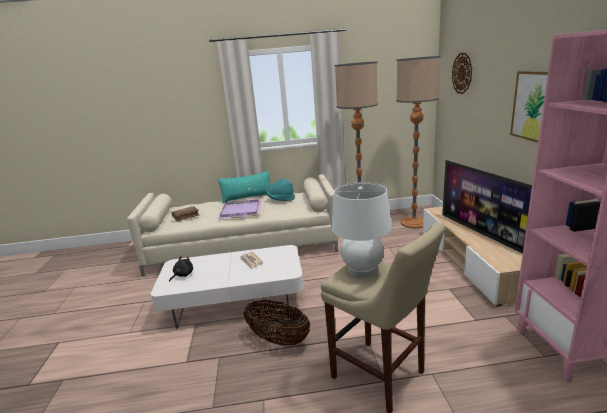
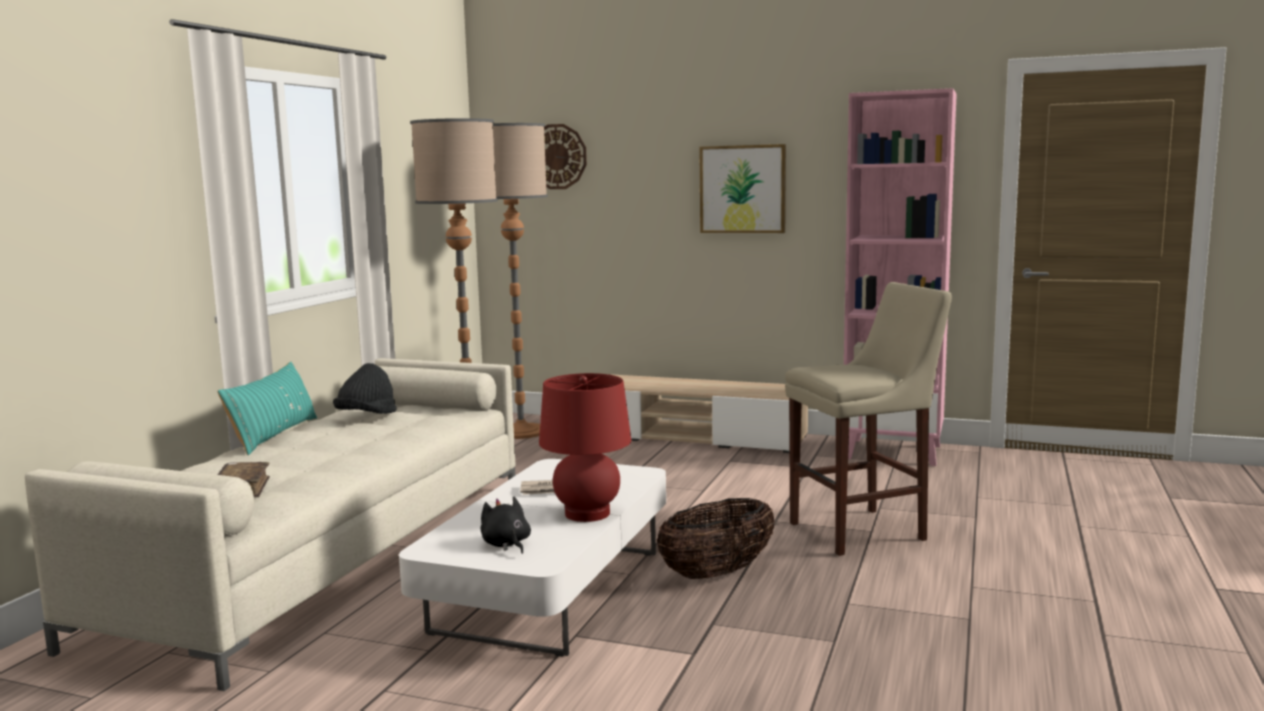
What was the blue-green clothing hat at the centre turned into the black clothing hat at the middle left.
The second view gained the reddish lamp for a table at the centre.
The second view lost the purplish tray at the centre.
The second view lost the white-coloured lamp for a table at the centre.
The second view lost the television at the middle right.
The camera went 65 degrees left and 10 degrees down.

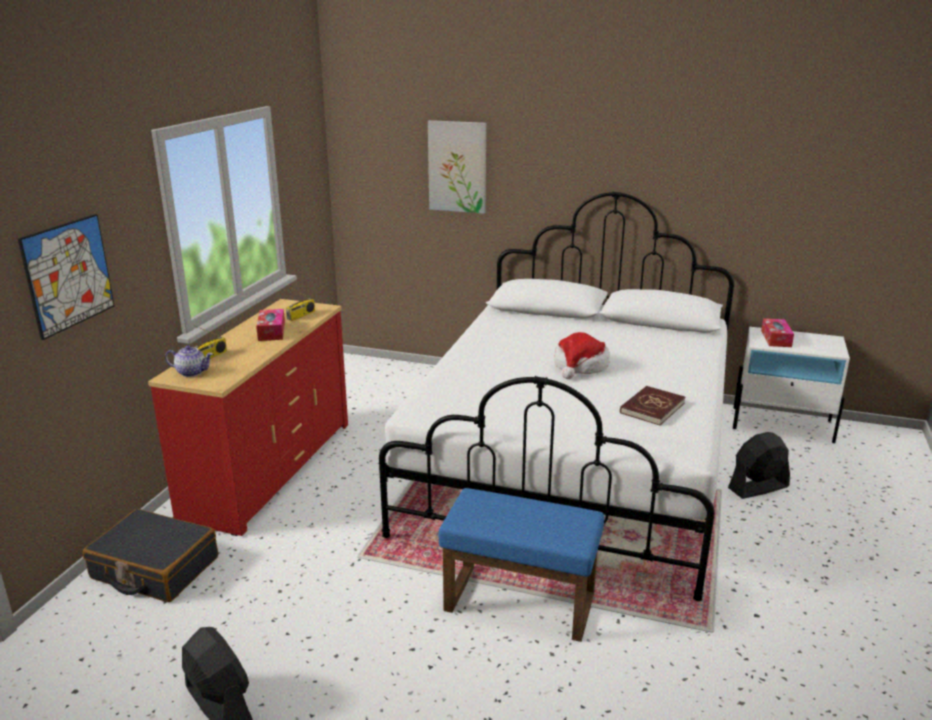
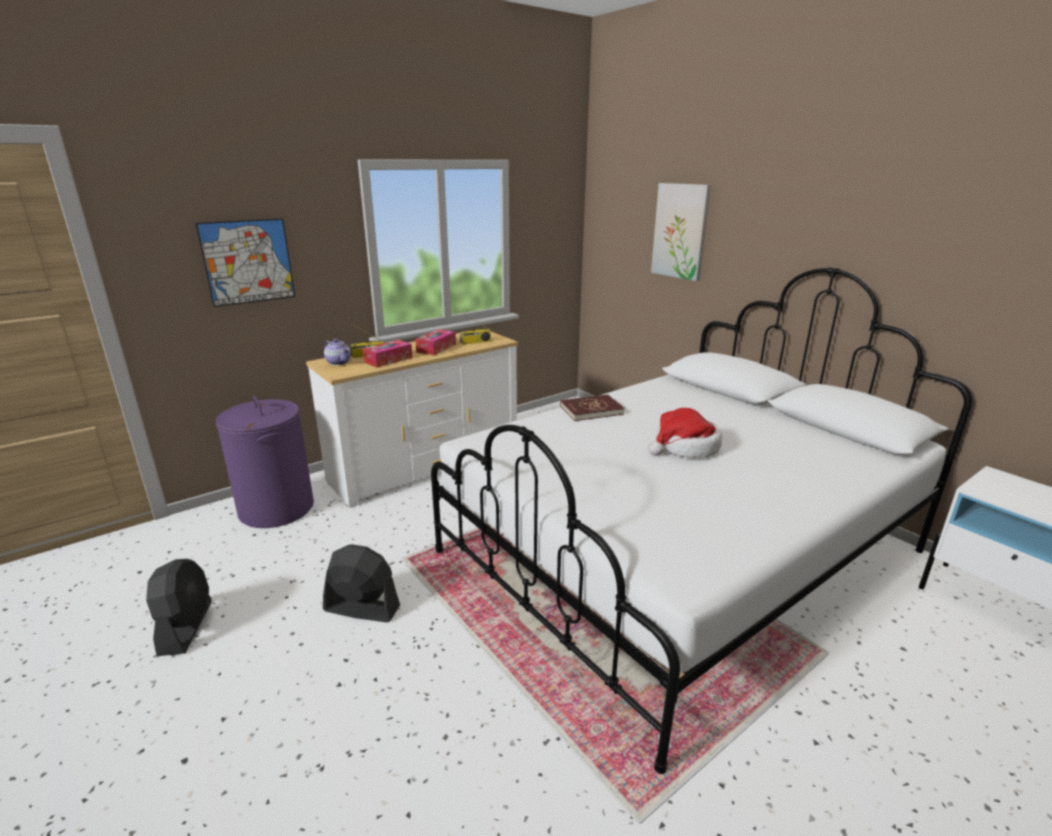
Where the black piece of luggage stood at the bottom left, the purplish laundry basket came to stand at the middle left.
What was the reddish drawer chest at the middle left turned into the white-coloured drawer chest at the centre.
The black cooling fan (2nd from left) ended up elsewhere, having gone from the middle right to the bottom centre.
The tissue box (2nd from left in the first image) ended up elsewhere, having gone from the middle right to the centre.
The reddish book ended up elsewhere, having gone from the middle right to the centre.
The second view lost the blue pouffe at the bottom centre.
The camera went 35 degrees right and 0 degrees up.

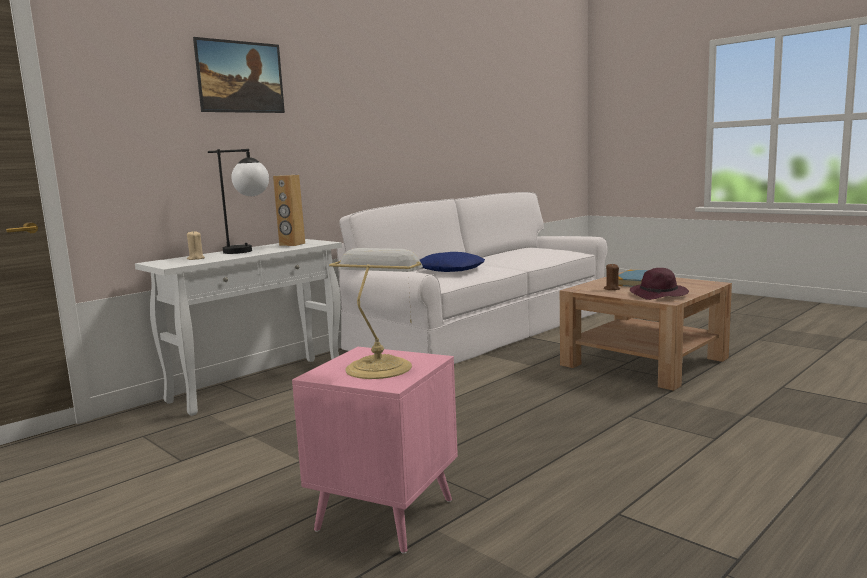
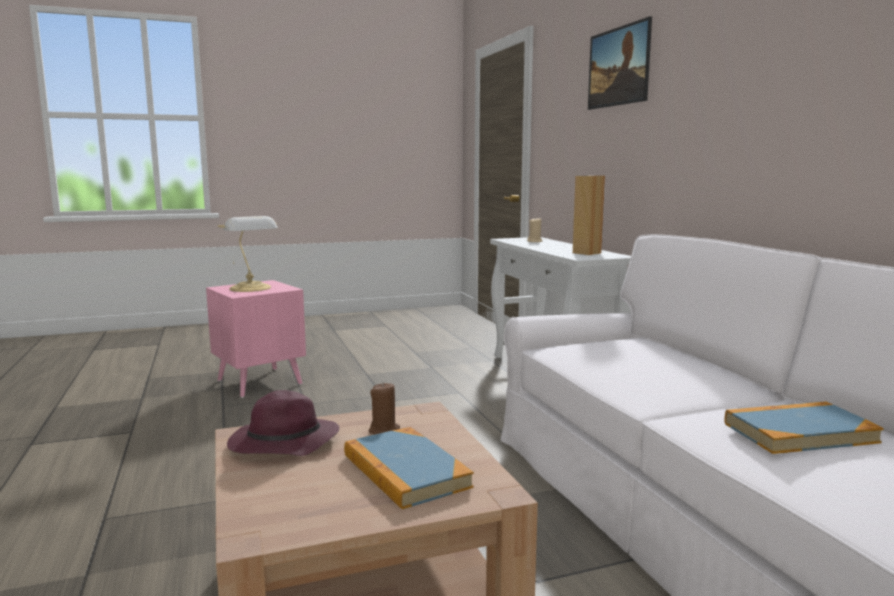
The second view gained the book (2nd from left) at the bottom right.
The second view lost the lamp for a table (1st from left) at the middle left.
The second view lost the blue pillow at the centre.
The camera went 115 degrees right and 0 degrees up.

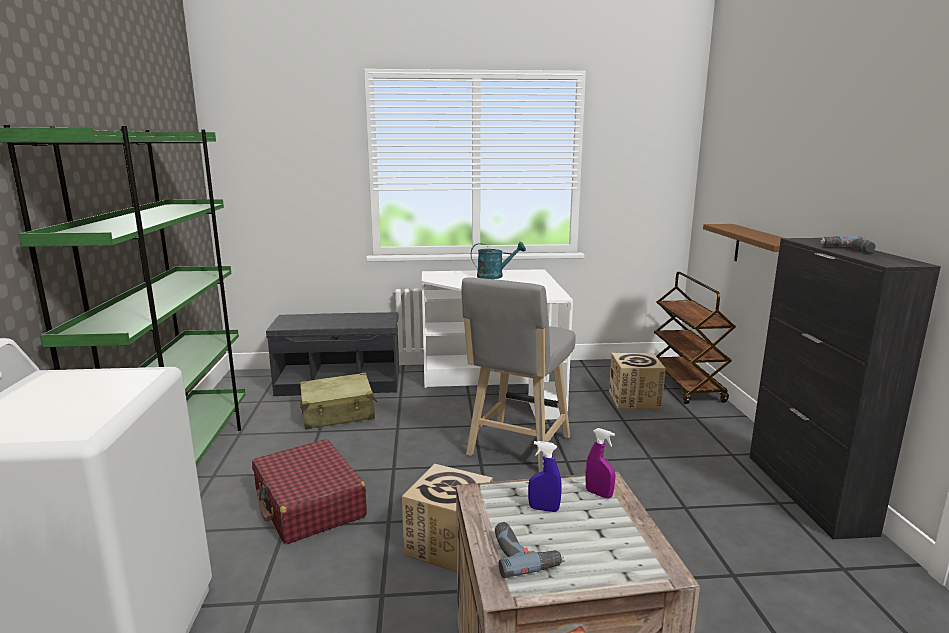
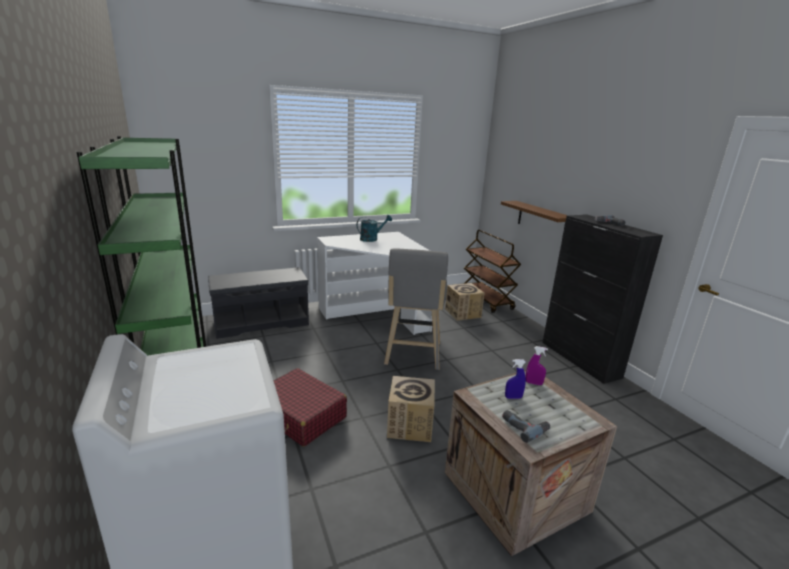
The second view lost the beige piece of luggage at the centre.
The camera went 20 degrees left and 5 degrees up.

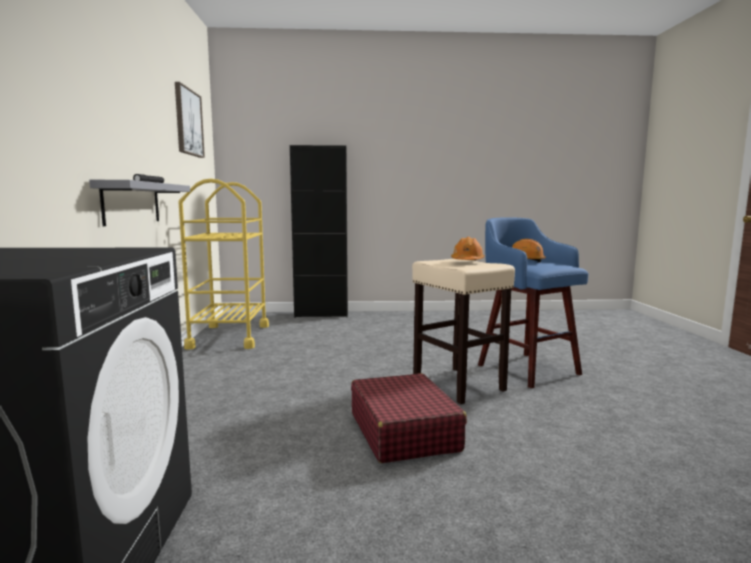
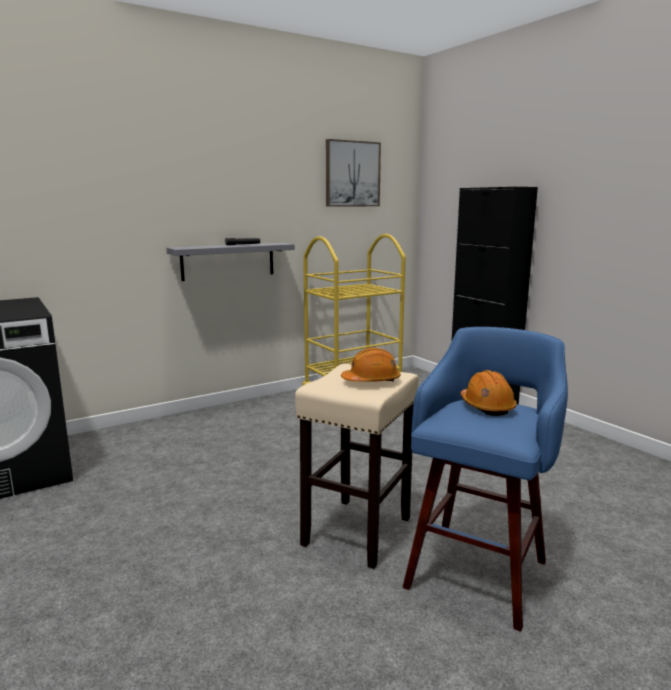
The second view lost the reddish piece of luggage at the bottom centre.
The camera went 60 degrees right and 5 degrees up.

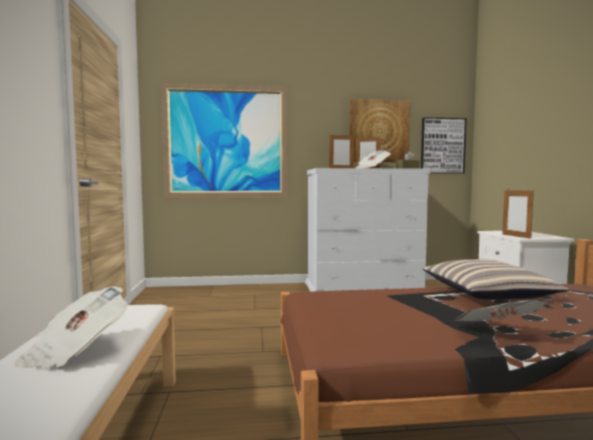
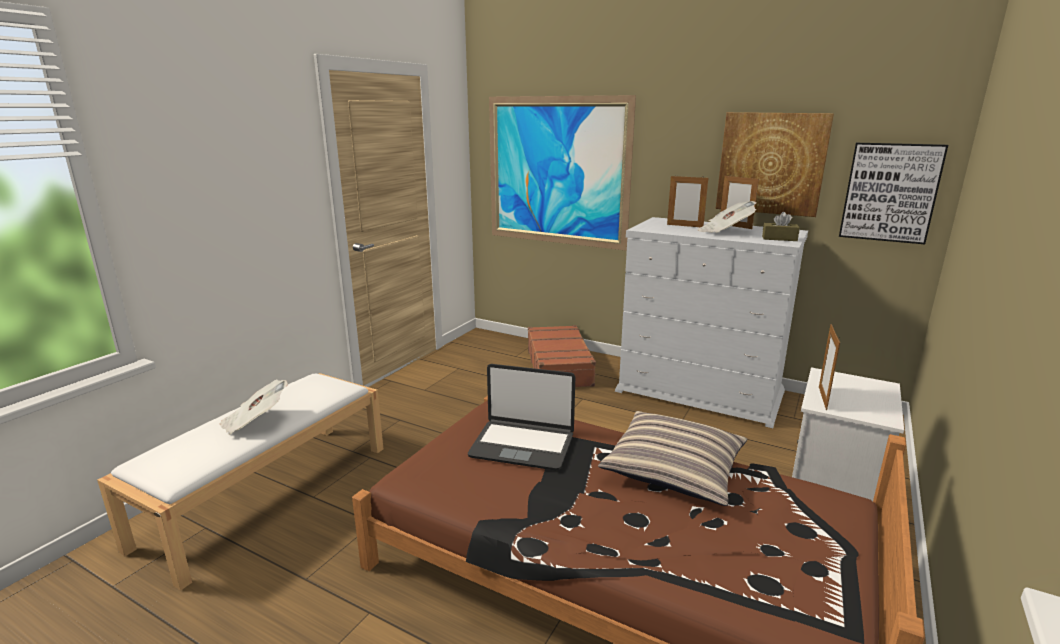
The second view gained the laptop at the centre.
The second view gained the brown-coloured piece of luggage at the centre.
The second view lost the daily paper (3rd from left) at the bottom right.
The camera went 35 degrees right and 15 degrees up.

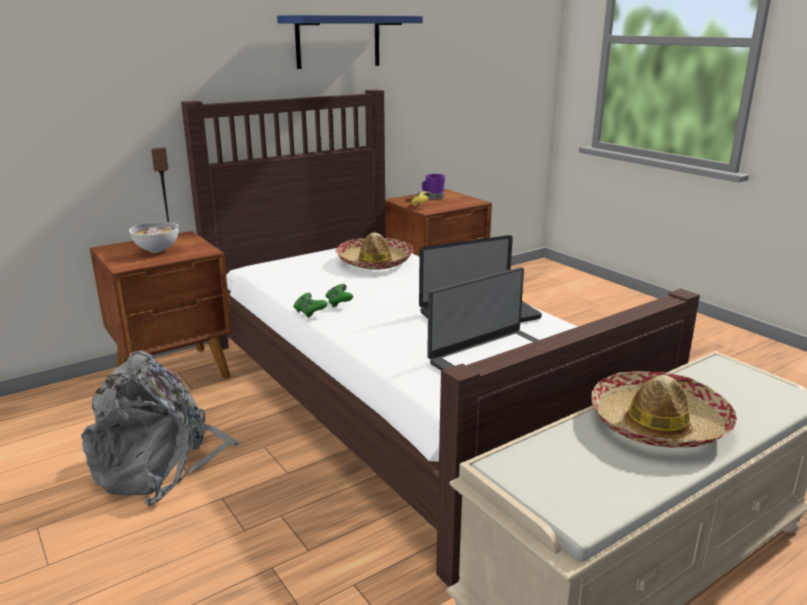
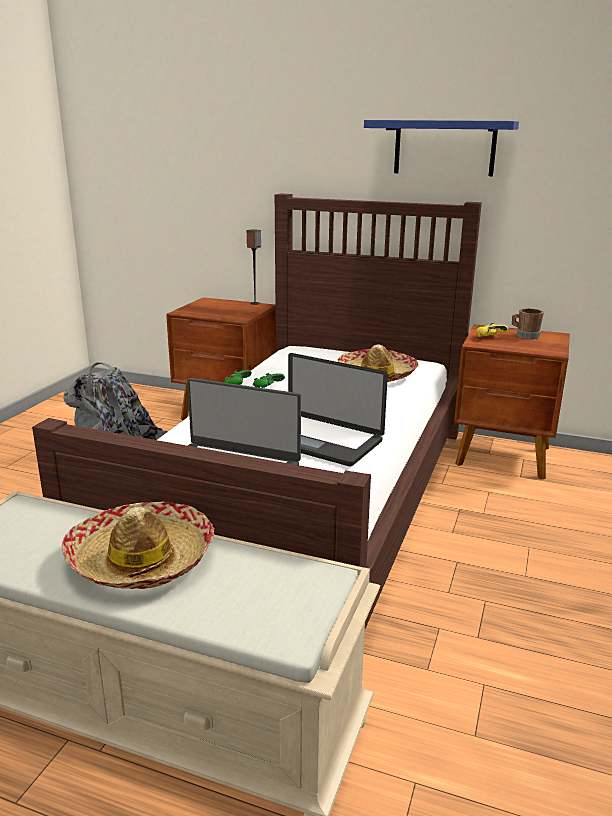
What was the purplish coffee mug at the top centre turned into the brown-coloured coffee mug at the middle right.
The second view lost the serving bowl at the middle left.
The camera went 55 degrees right and 0 degrees up.

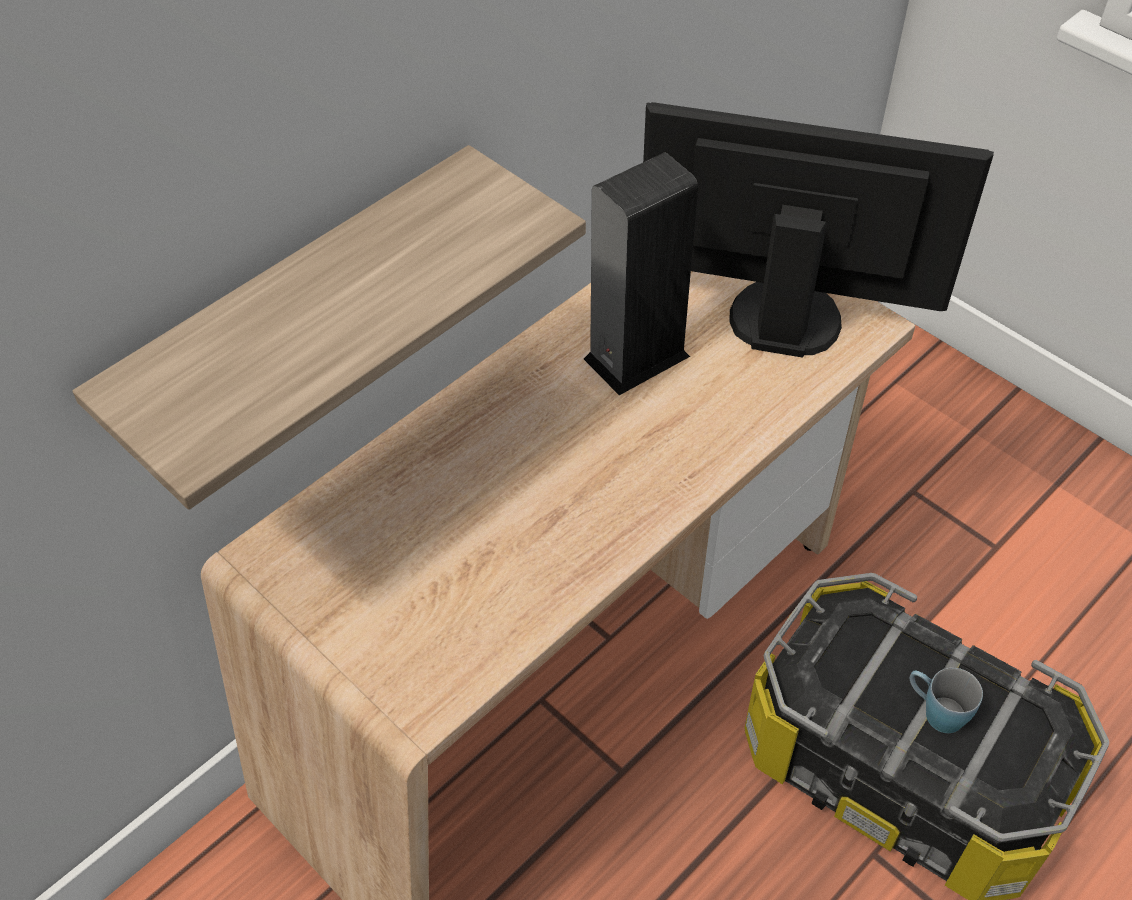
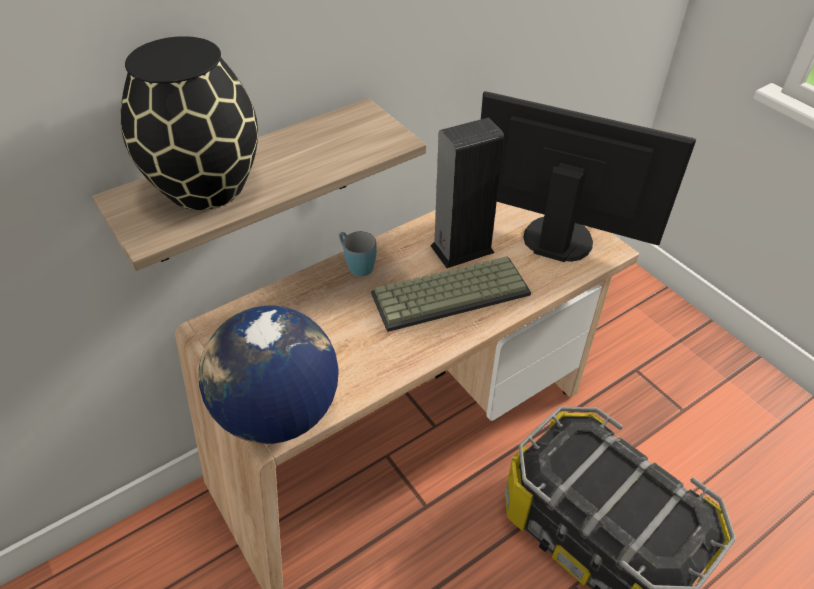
The second view gained the black flower vase at the top left.
The second view gained the globe at the middle left.
The blue coffee mug ended up elsewhere, having gone from the bottom right to the centre.
The second view gained the computer keyboard at the centre.
The camera went 10 degrees right and 5 degrees down.

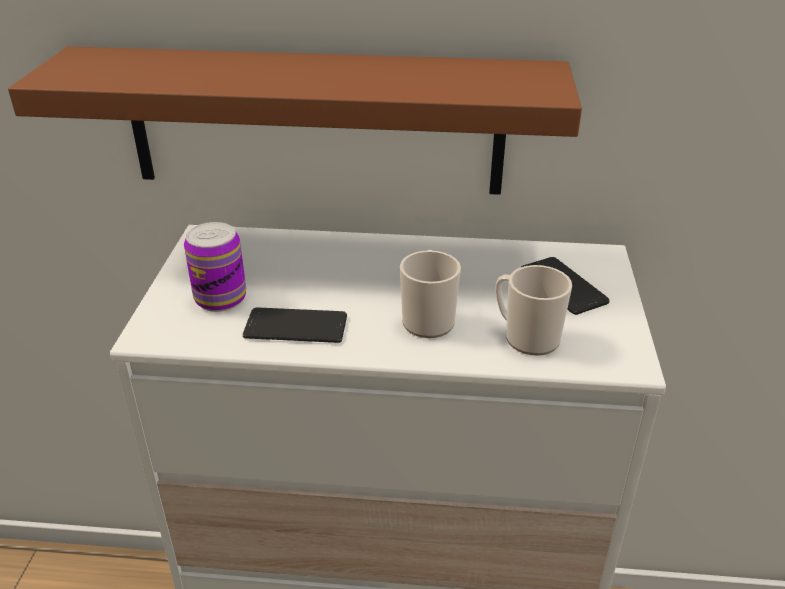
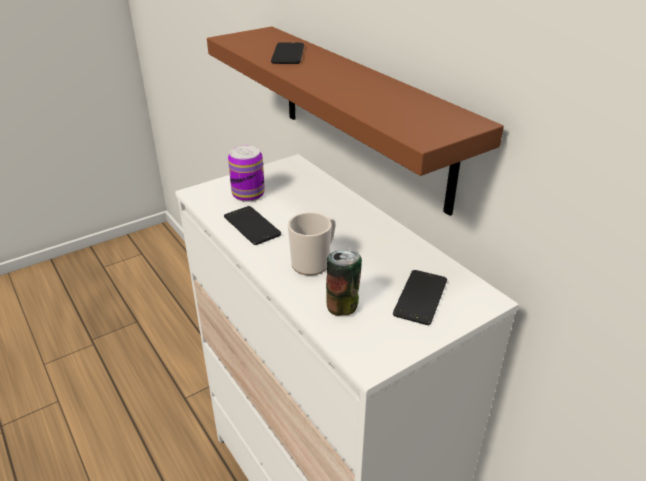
The second view gained the telephone (2nd from left) at the top centre.
Where the coffee mug (2nd from left) stood at the middle right, the can (2nd from left) came to stand at the centre.
The camera went 50 degrees right and 0 degrees up.

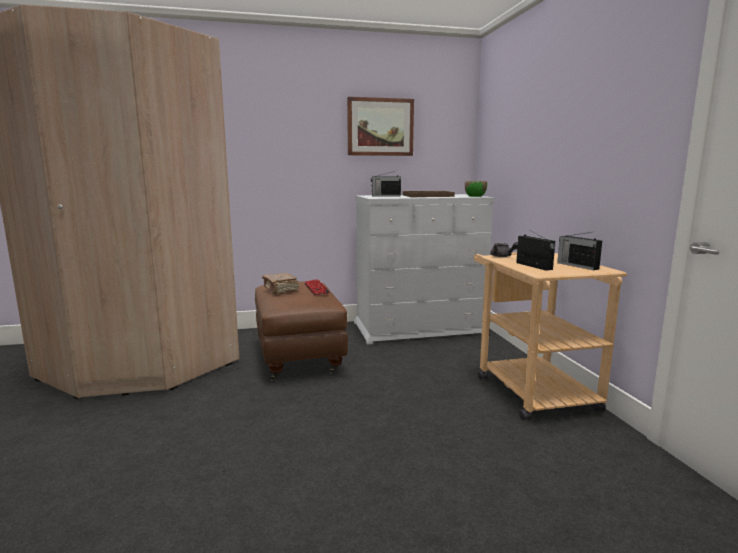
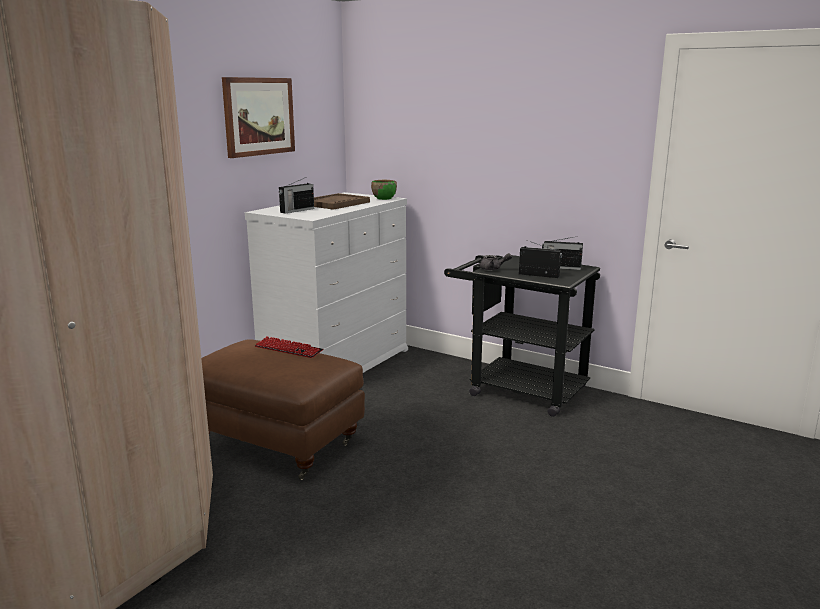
What was the beige trolley at the middle right turned into the black trolley at the centre.
The second view lost the brown-coloured book at the centre.
The camera went 45 degrees left and 5 degrees up.

